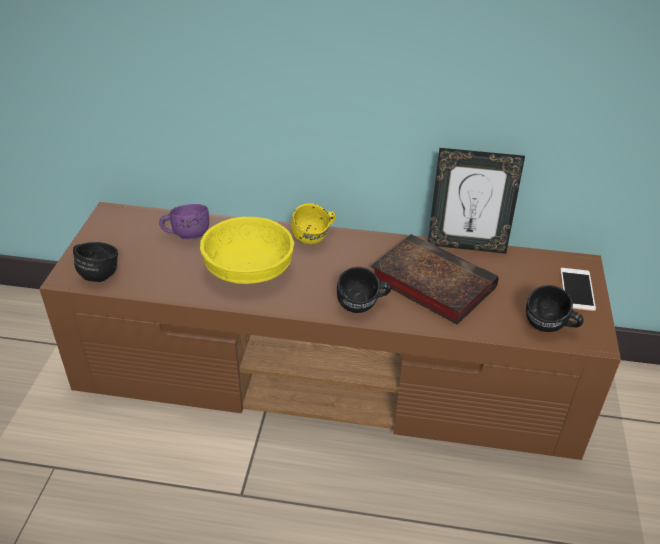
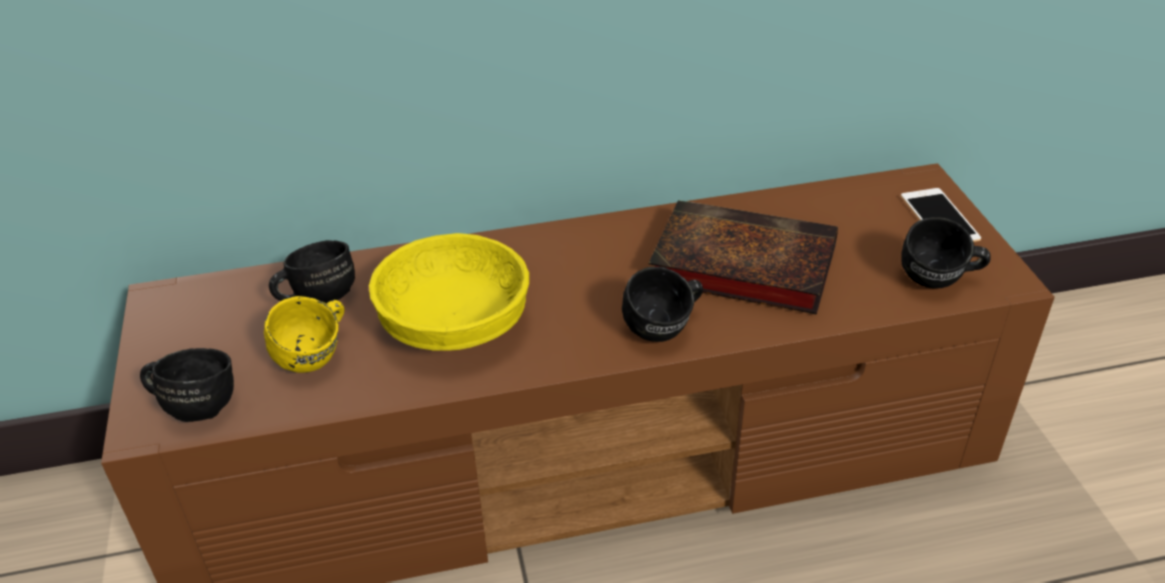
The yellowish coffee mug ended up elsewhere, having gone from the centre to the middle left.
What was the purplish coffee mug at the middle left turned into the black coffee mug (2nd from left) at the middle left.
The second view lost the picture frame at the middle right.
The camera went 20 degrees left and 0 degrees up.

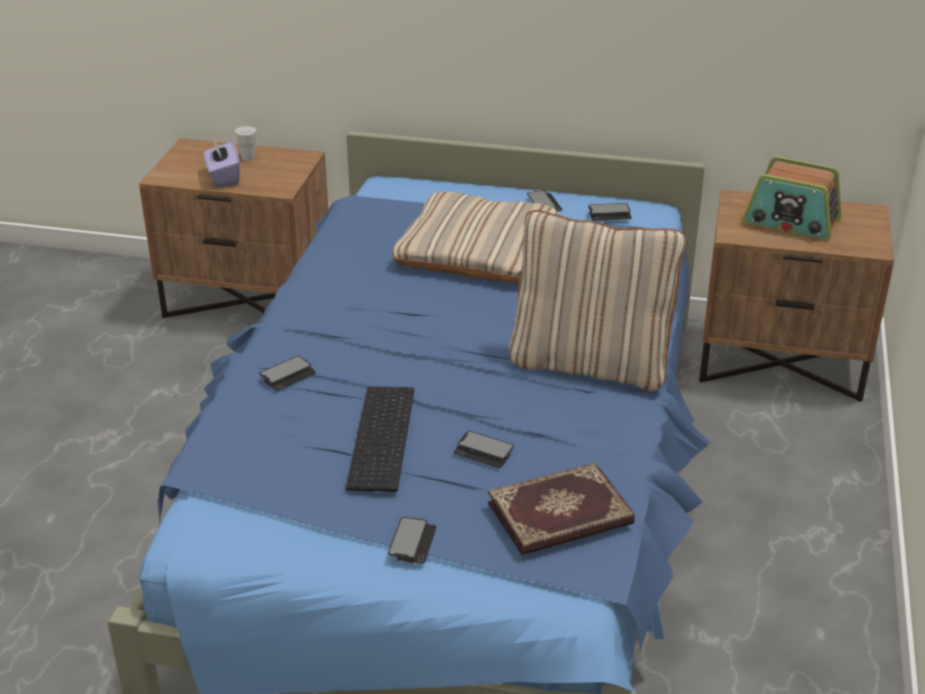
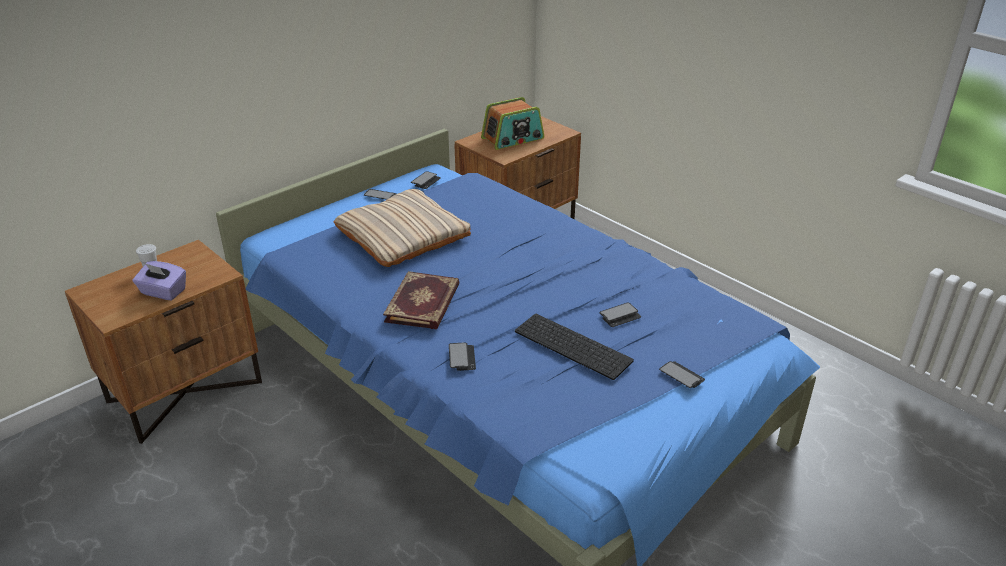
The book ended up elsewhere, having gone from the bottom centre to the centre.
The second view lost the beige pillow (2nd from left) at the centre.
The camera went 55 degrees left and 0 degrees up.

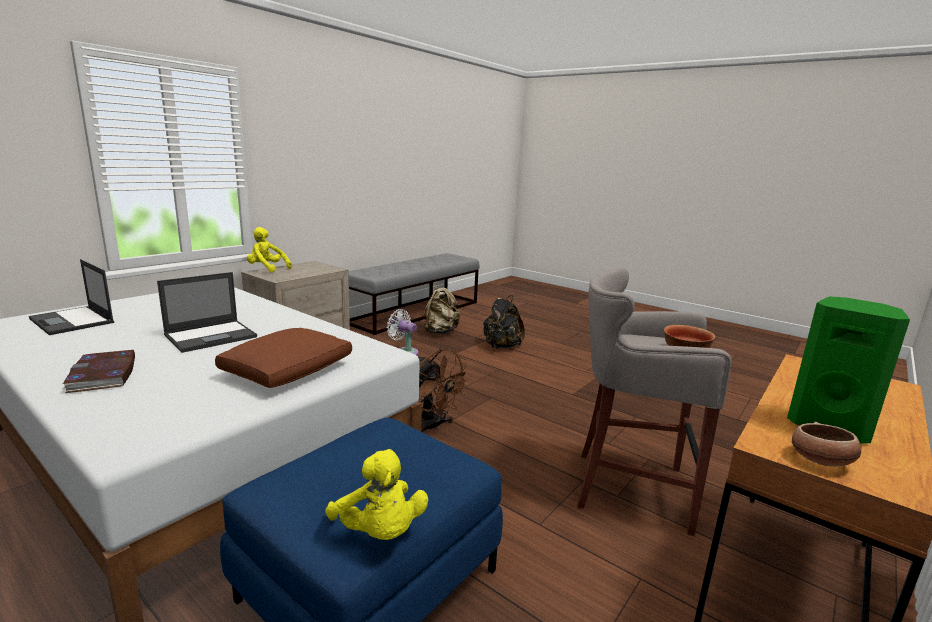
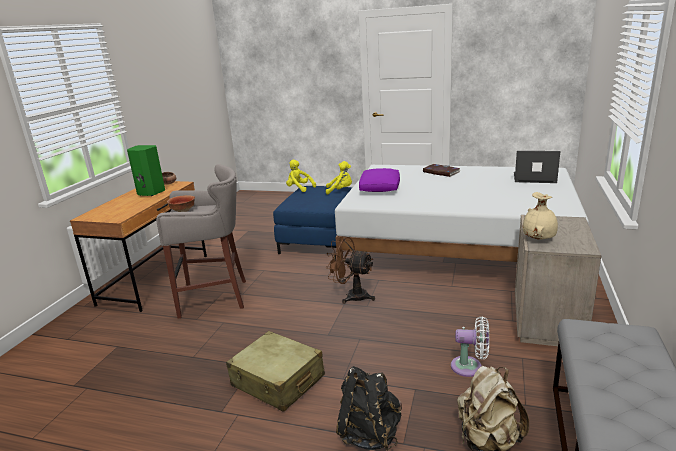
The second view gained the beige piece of luggage at the bottom centre.
The yellowish cuddly toy (1st from left in the first image) ended up elsewhere, having gone from the middle left to the centre.
What was the brown-coloured pillow at the middle left turned into the purplish pillow at the centre.
The second view gained the beige flower vase at the middle right.
The second view lost the laptop (2nd from left) at the middle left.
The camera went 160 degrees right and 5 degrees up.

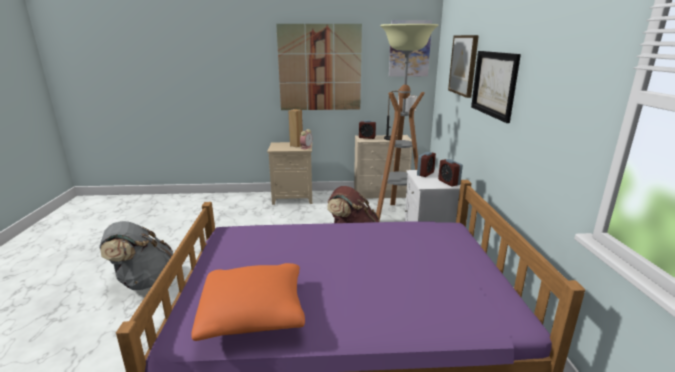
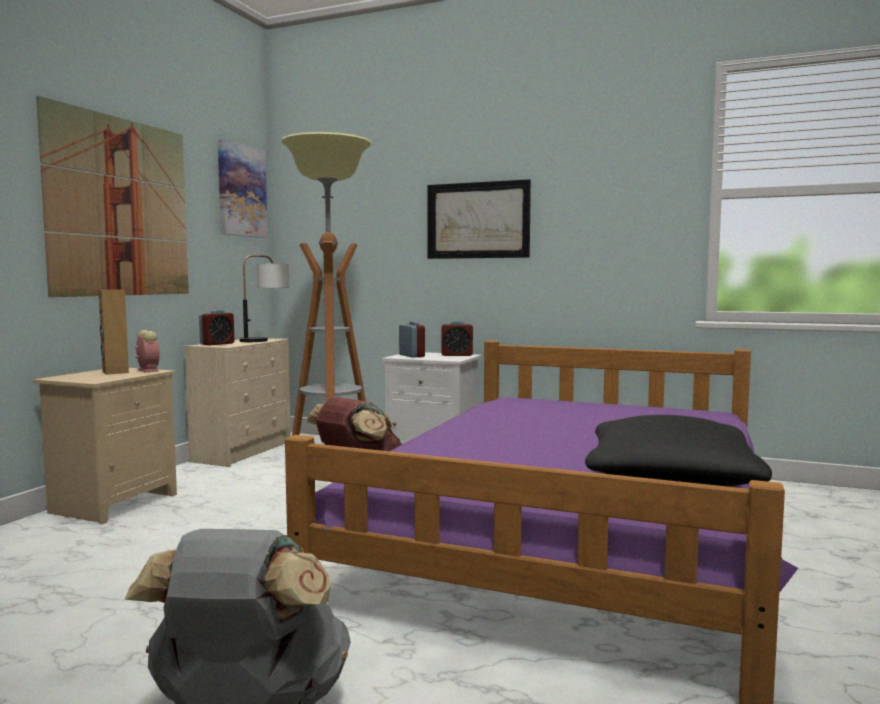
What was the orangey pillow at the bottom centre turned into the black pillow at the middle right.
The second view lost the wall picture (3rd from left) at the top right.
The camera went 65 degrees left and 15 degrees down.

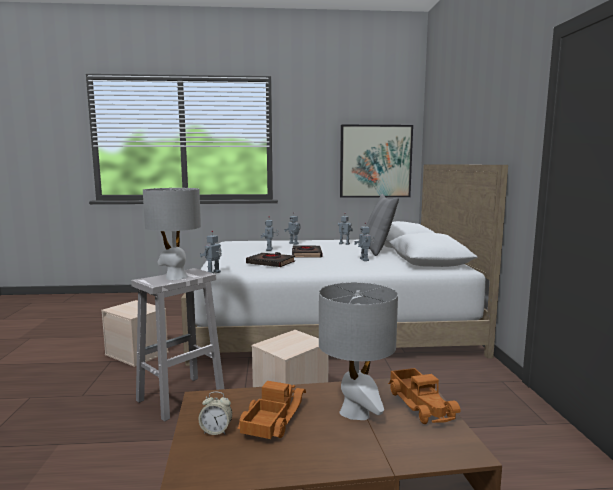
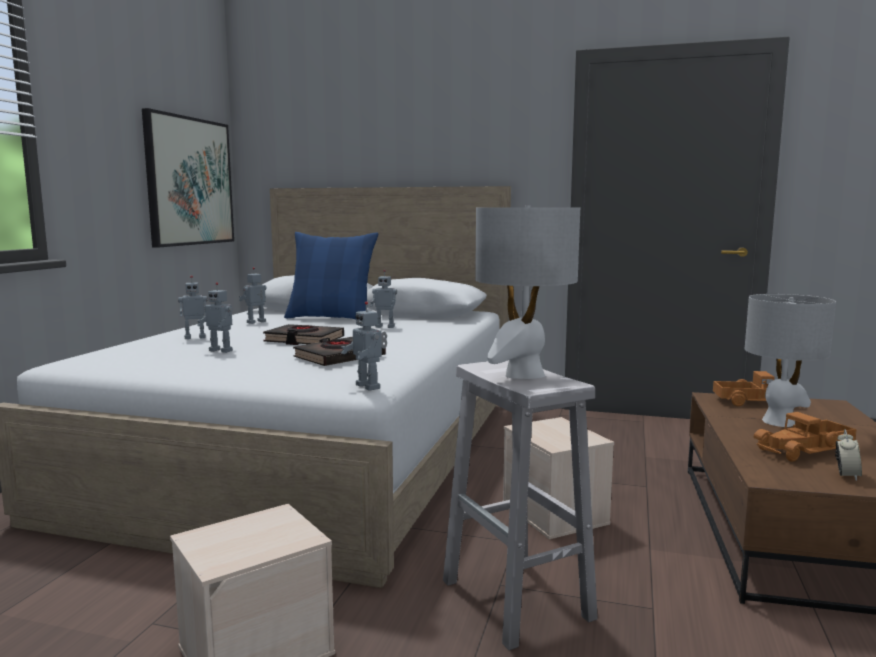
What was the greyish pillow at the centre turned into the blue pillow at the centre.
The toy truck (1st from left in the first image) at the bottom centre ended up facing another way, 60 degrees counterclockwise from before.
The camera went 70 degrees left and 0 degrees up.

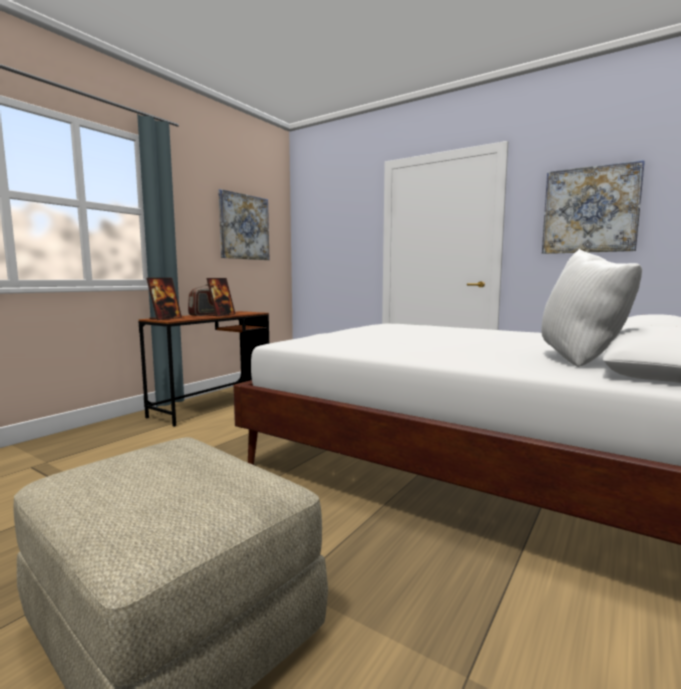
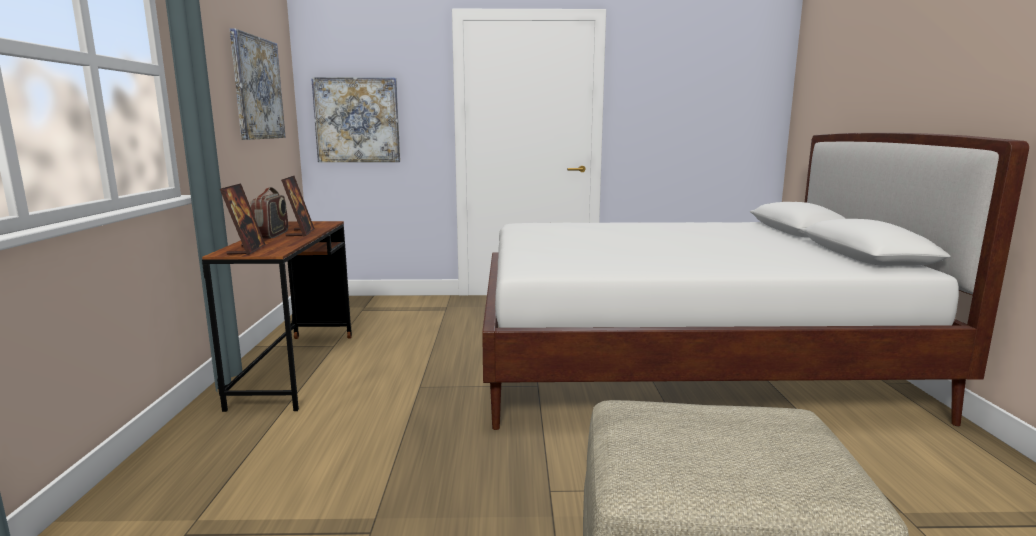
The wall picture (2nd from left) ended up elsewhere, having gone from the top right to the top centre.
The second view lost the white-coloured pillow at the middle right.
The camera went 35 degrees left and 5 degrees up.

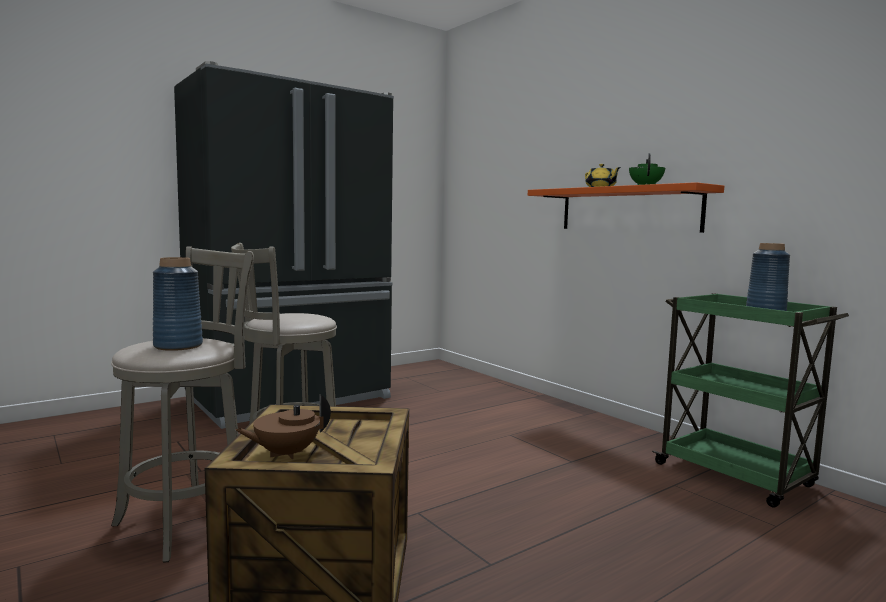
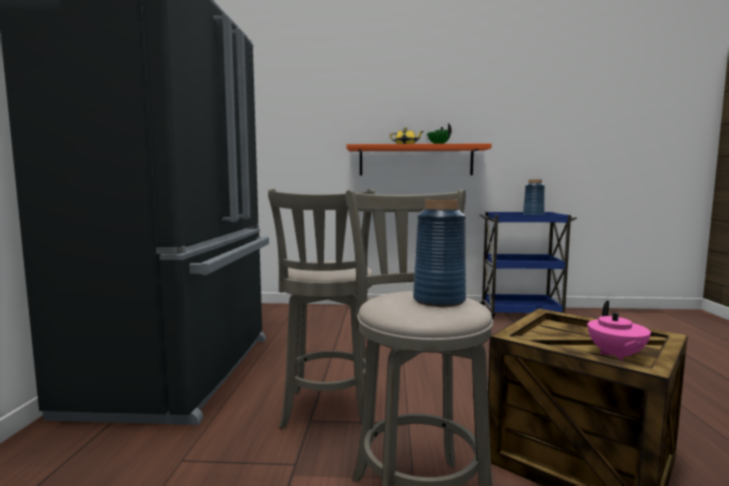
What was the green-coloured trolley at the middle right turned into the blue trolley at the middle right.
What was the brown-coloured pot for tea at the bottom left turned into the pink-coloured pot for tea at the bottom right.
The camera went 50 degrees left and 0 degrees up.

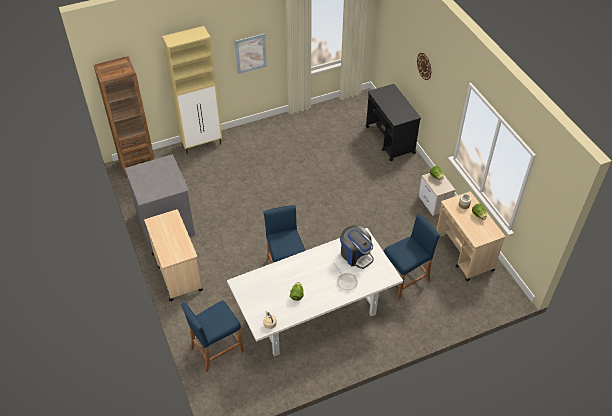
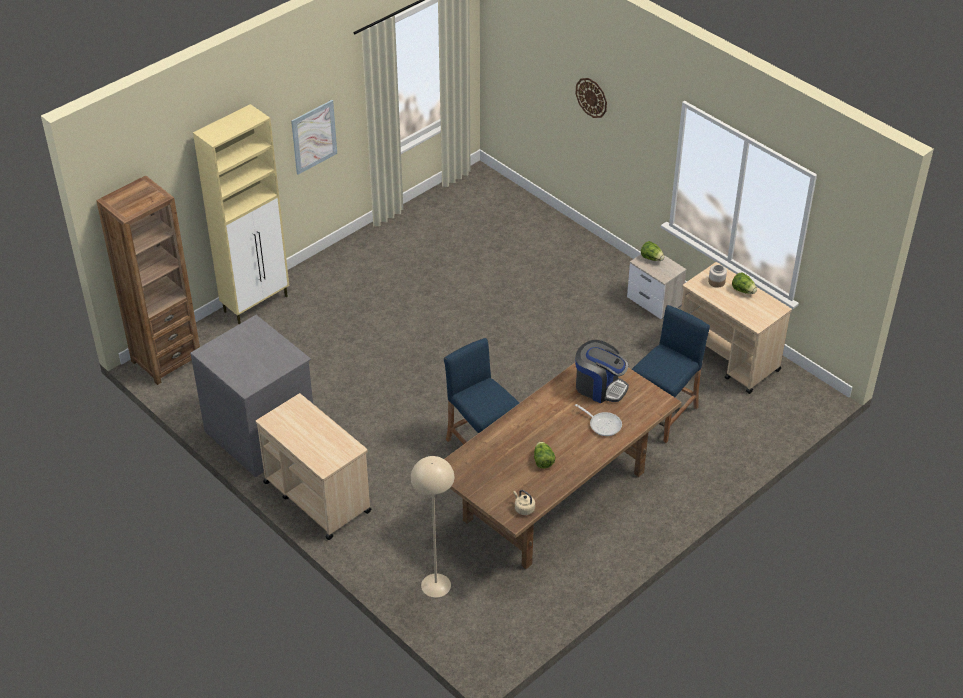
Where the blue stool (1st from left) stood at the bottom centre, the beige standing lamp came to stand at the bottom centre.
What was the white-coloured dining table at the bottom centre turned into the brown-coloured dining table at the bottom centre.
The second view lost the black trolley at the top centre.
The camera went 20 degrees left and 5 degrees down.

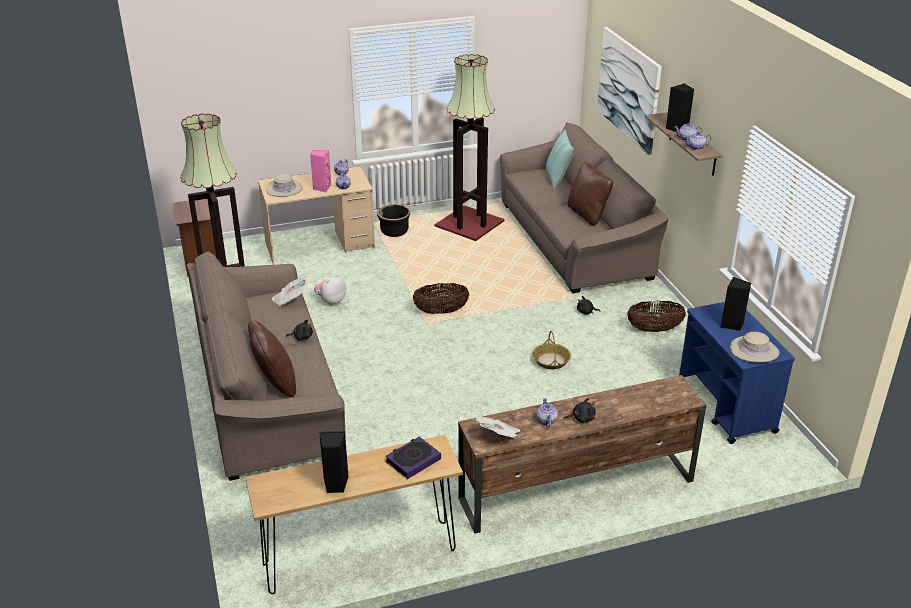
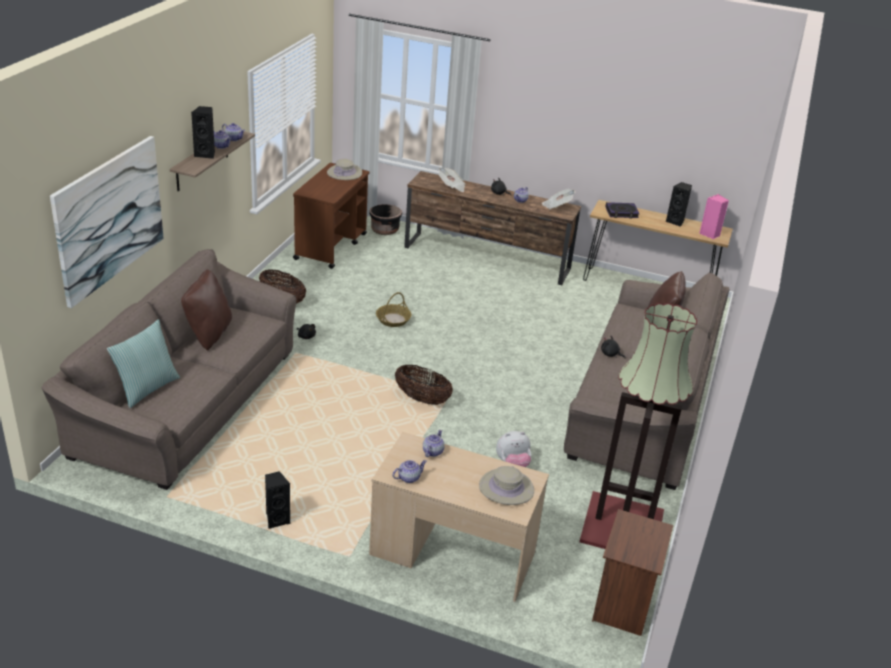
The black speaker (3rd from left in the first image) ended up elsewhere, having gone from the middle right to the bottom left.
What was the blue trolley at the middle right turned into the brown-coloured trolley at the top centre.
The black plant pot ended up elsewhere, having gone from the centre to the top centre.
The daily paper (1st from left) ended up elsewhere, having gone from the middle left to the top centre.
The pink-coloured speaker ended up elsewhere, having gone from the top centre to the top right.
The second view lost the standing lamp (2nd from left) at the top centre.
The camera went 145 degrees left and 0 degrees up.

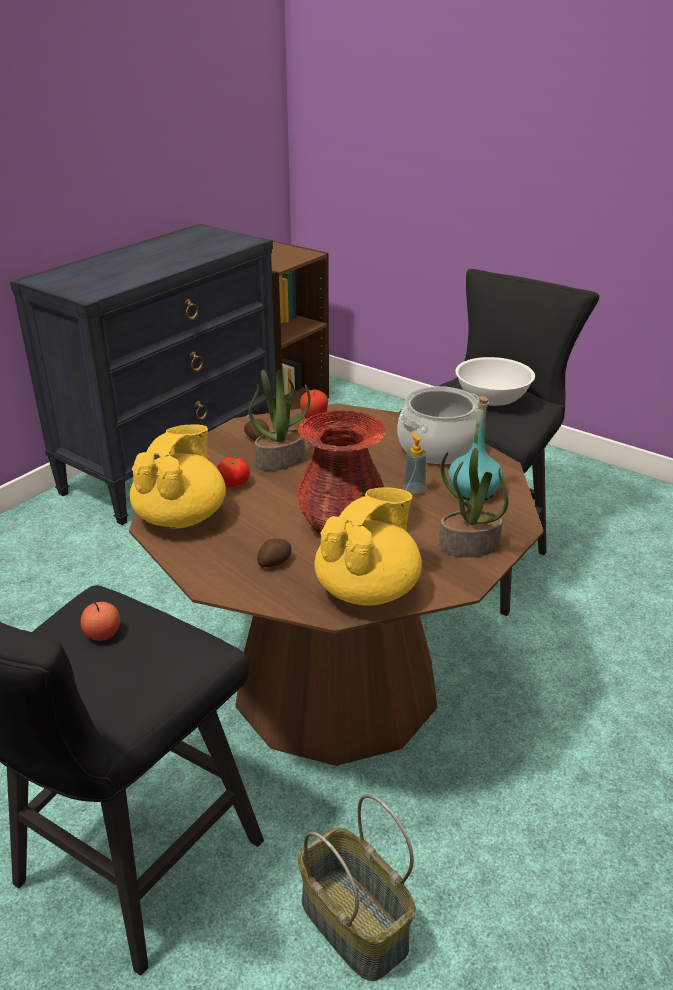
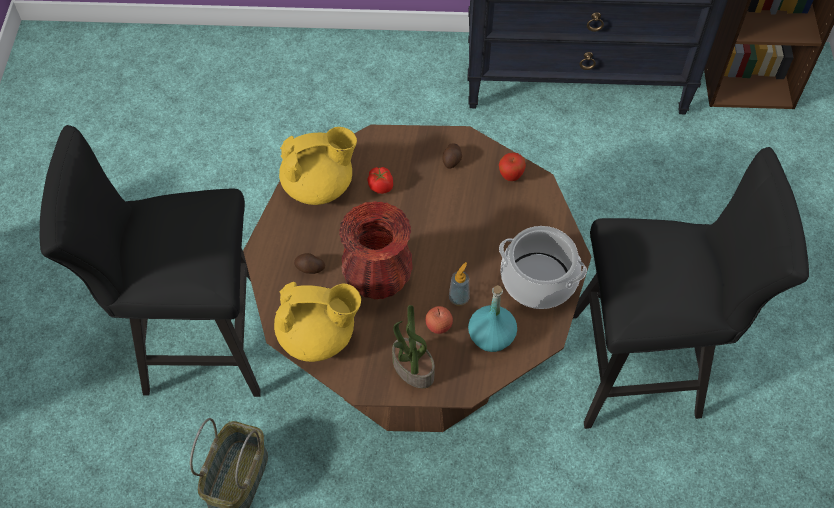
The apple fruit (1st from left) ended up elsewhere, having gone from the middle left to the centre.
The second view lost the plant in a pot (1st from left) at the centre.
The second view lost the white-coloured serving bowl at the middle right.
The camera went 55 degrees right and 25 degrees up.

